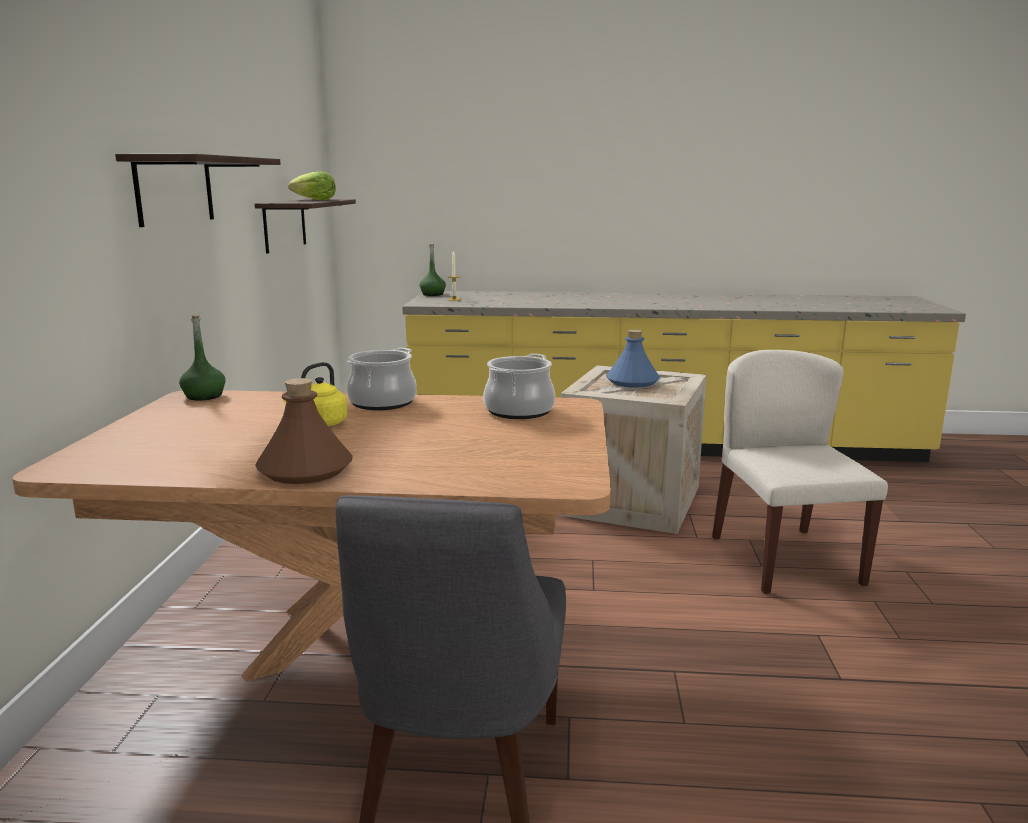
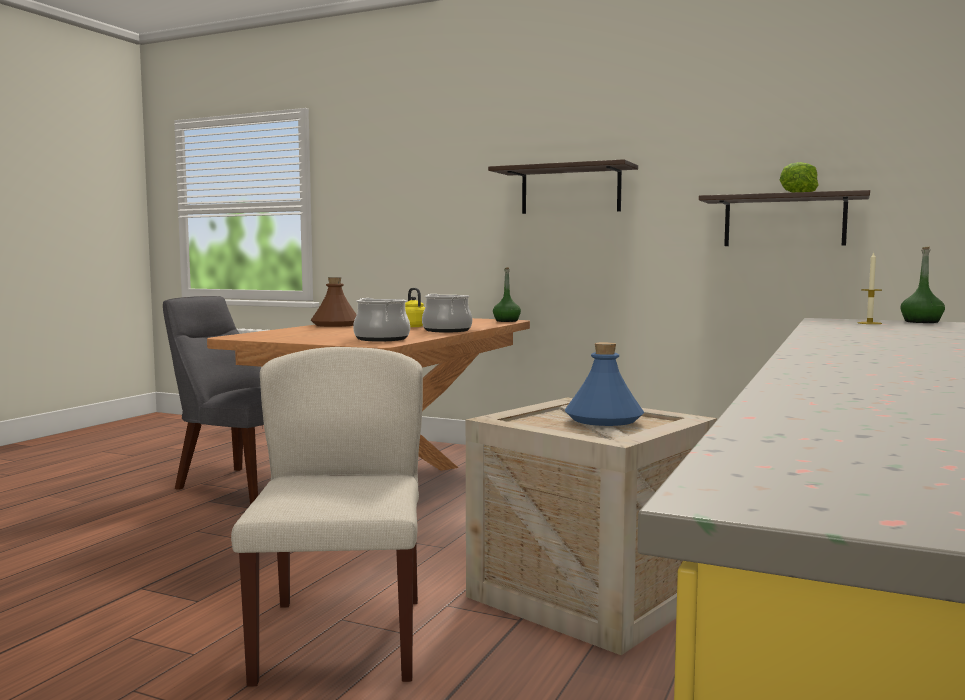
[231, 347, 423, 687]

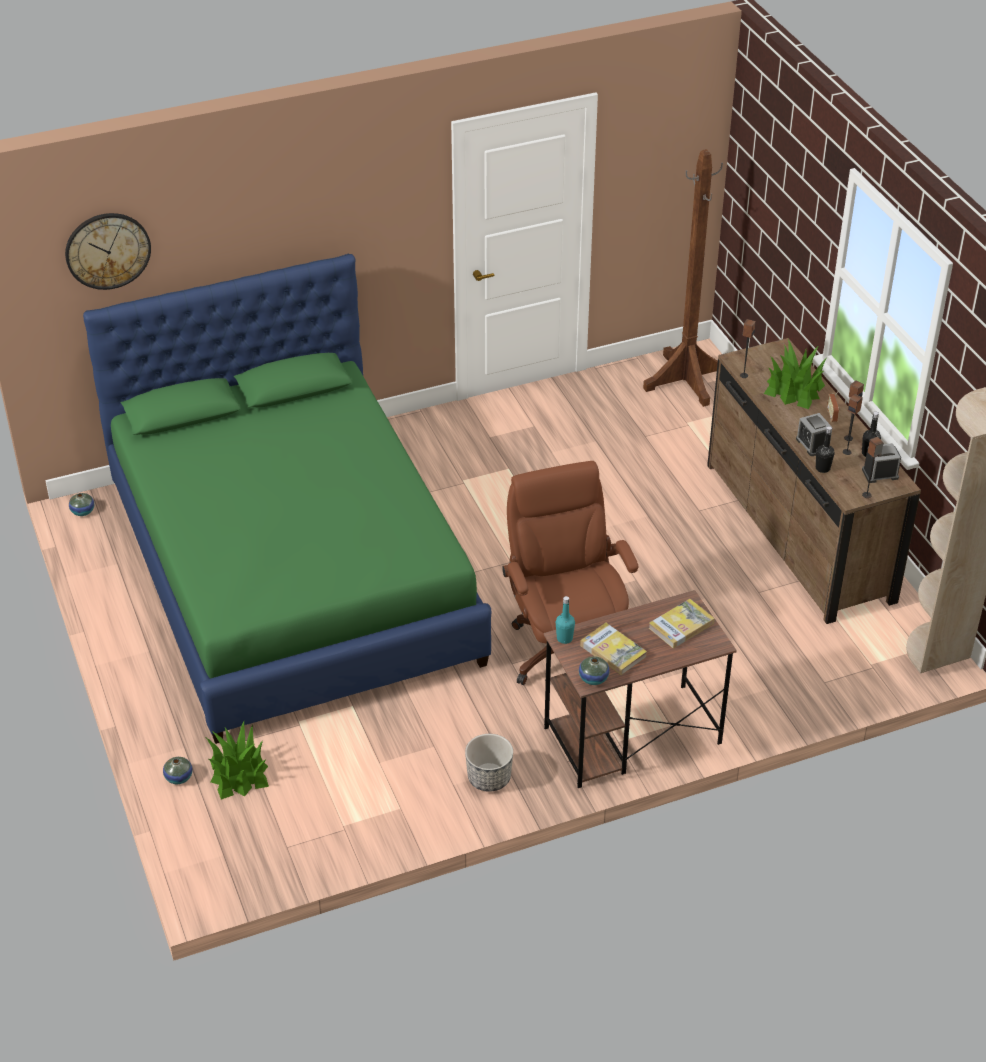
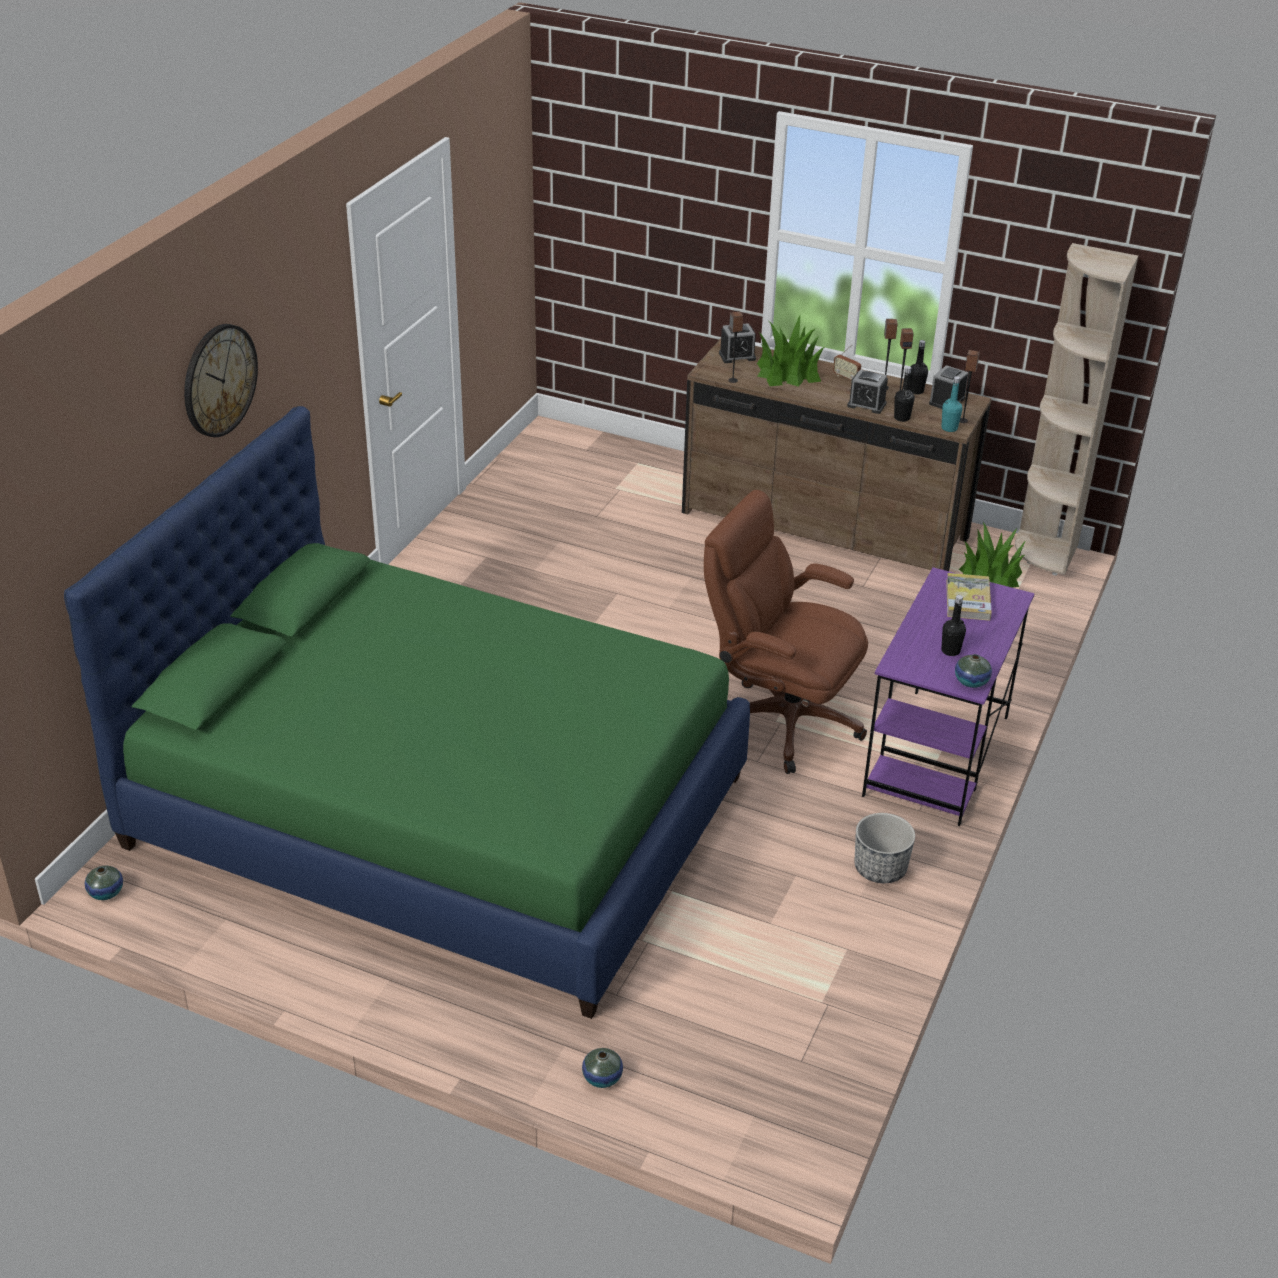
[184, 324, 258, 437]
[959, 522, 1025, 588]
[862, 567, 1035, 826]
[941, 376, 963, 432]
[941, 595, 966, 656]
[643, 149, 723, 407] (first image)
[719, 323, 756, 363]

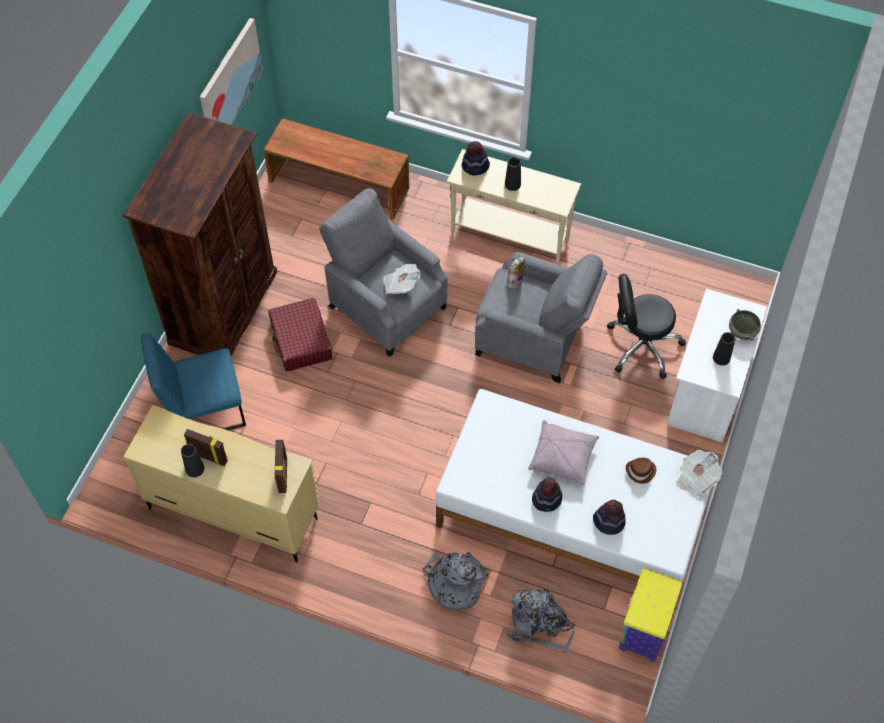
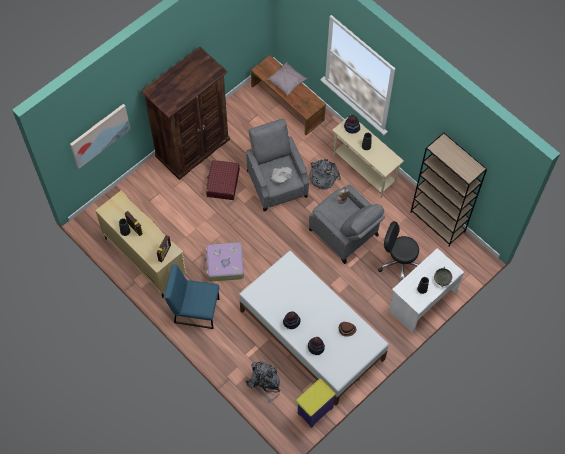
[165, 264, 220, 329]
[70, 104, 130, 168]
[310, 159, 341, 190]
[267, 62, 307, 96]
[676, 450, 722, 496] (first image)
[203, 242, 244, 281]
[410, 132, 487, 247]

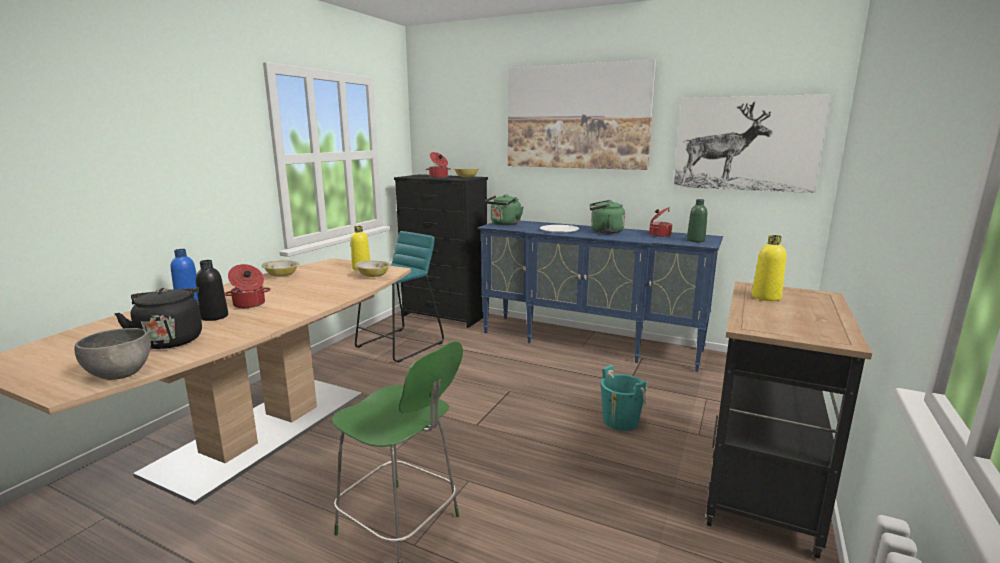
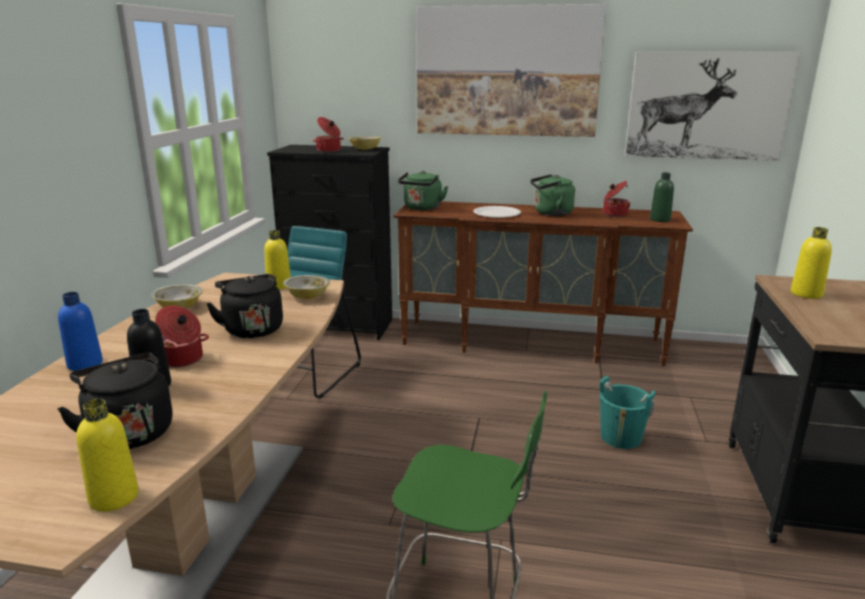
[76, 399, 139, 512]
[393, 201, 693, 366]
[206, 274, 283, 338]

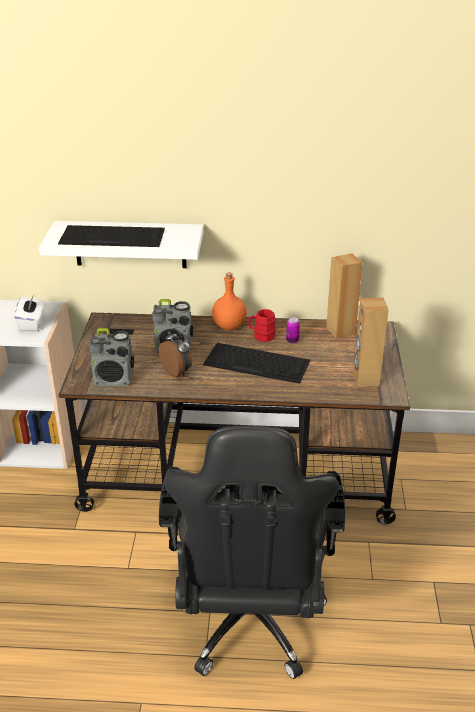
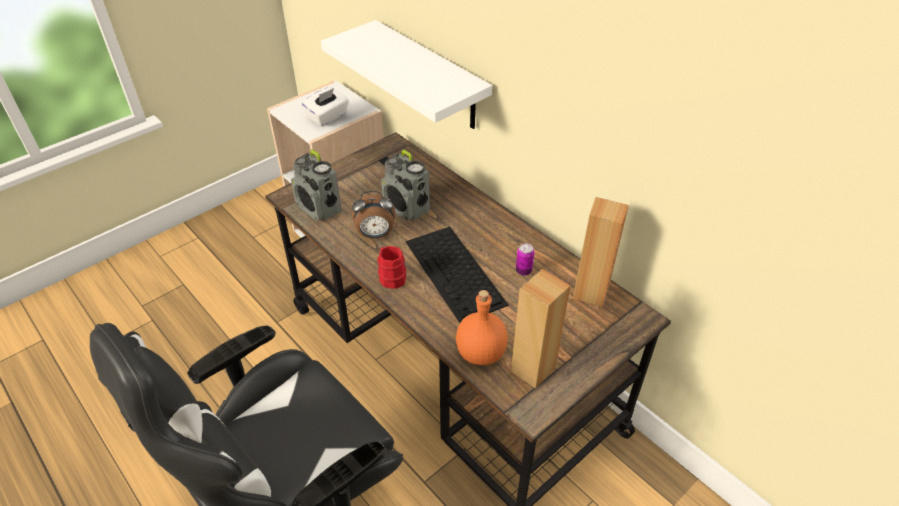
[58, 225, 165, 247] (first image)
[352, 191, 395, 239]
[456, 290, 508, 365]
[377, 246, 406, 289]

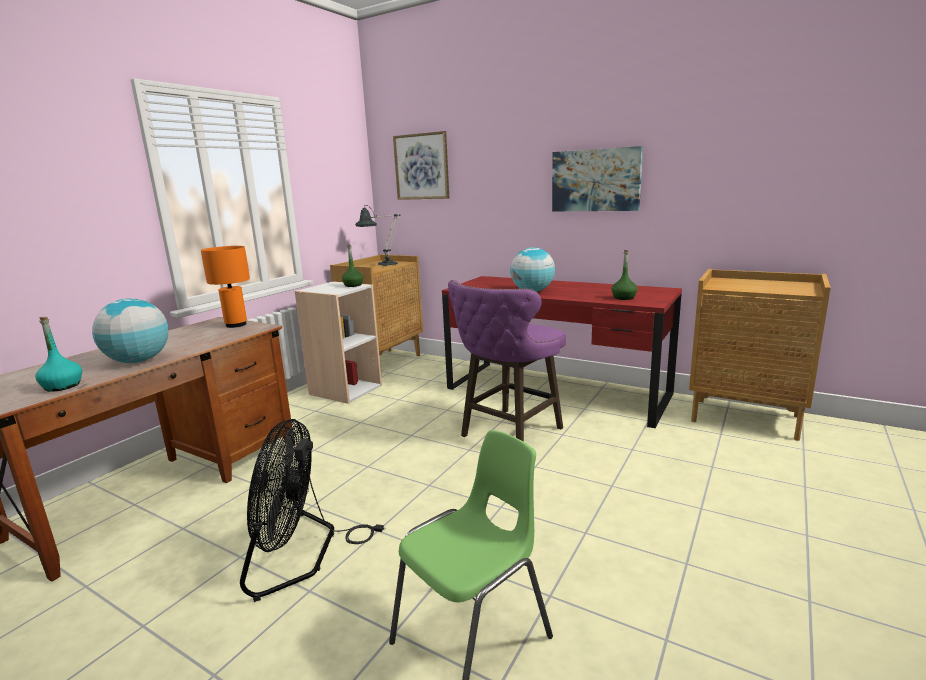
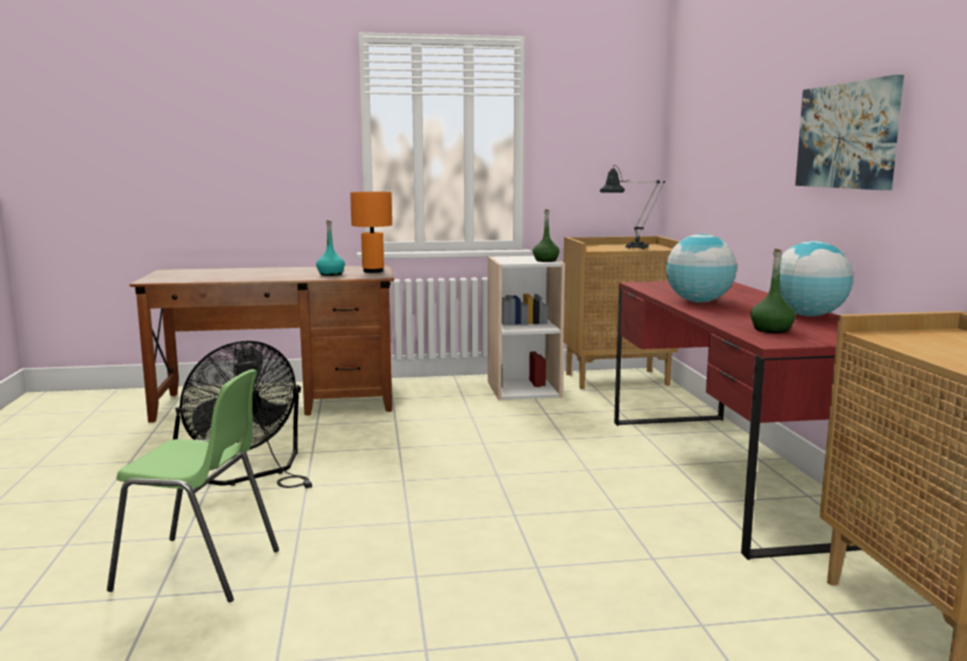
[316, 220, 345, 276]
[780, 241, 853, 316]
[393, 131, 449, 200] (first image)
[448, 280, 566, 442] (first image)

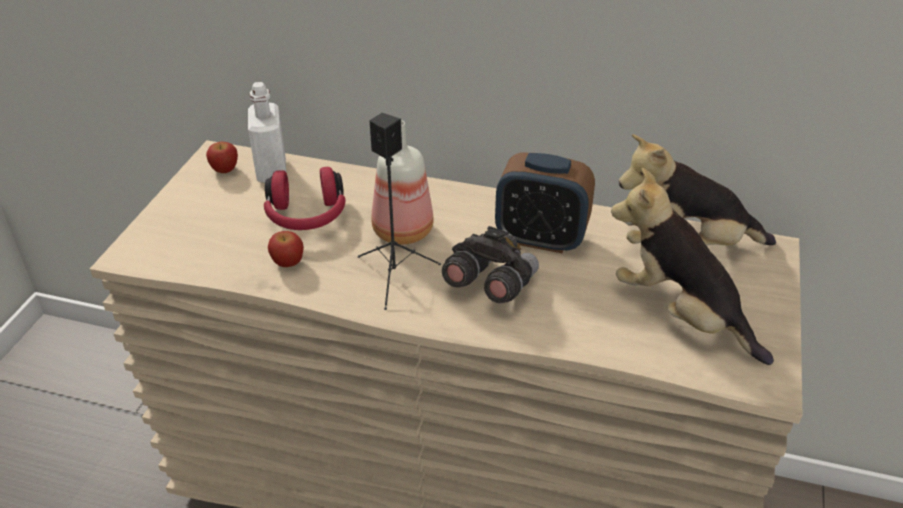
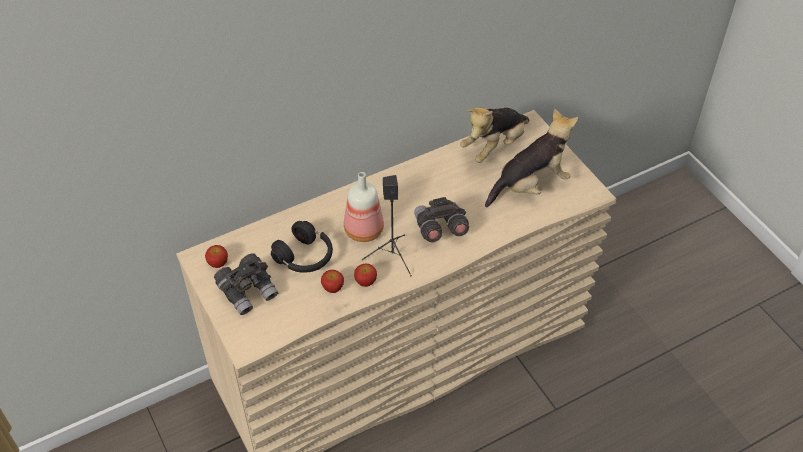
[248, 82, 286, 183] (first image)
[271, 221, 333, 273]
[495, 152, 595, 253] (first image)
[485, 109, 578, 207]
[214, 253, 278, 315]
[354, 263, 377, 287]

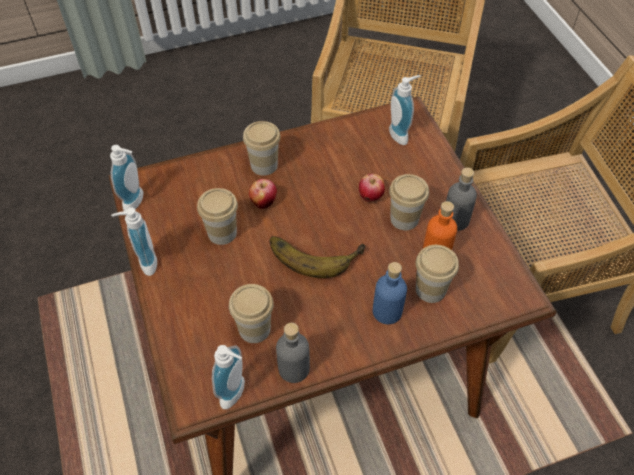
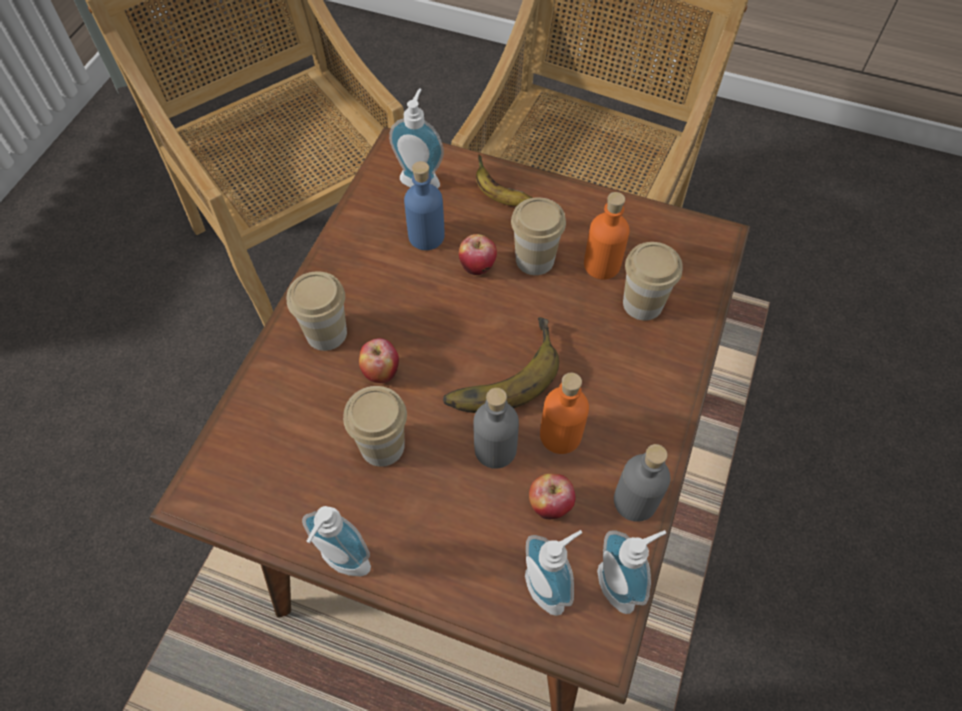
[525, 530, 582, 616]
[529, 474, 575, 519]
[404, 161, 445, 250]
[473, 388, 519, 469]
[476, 154, 533, 206]
[540, 373, 589, 454]

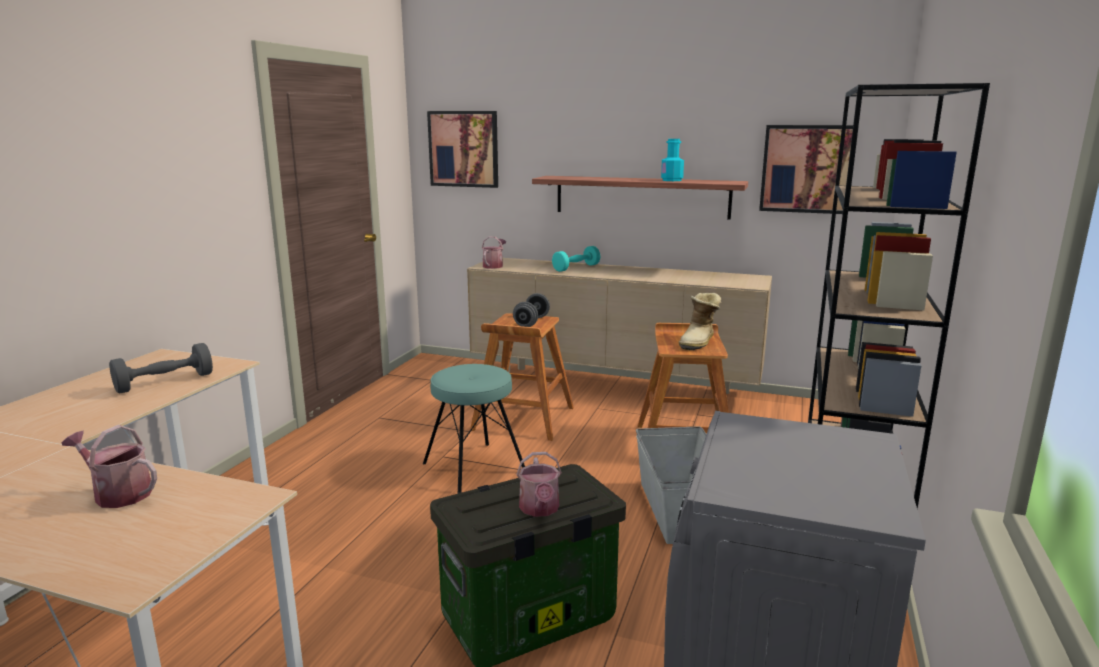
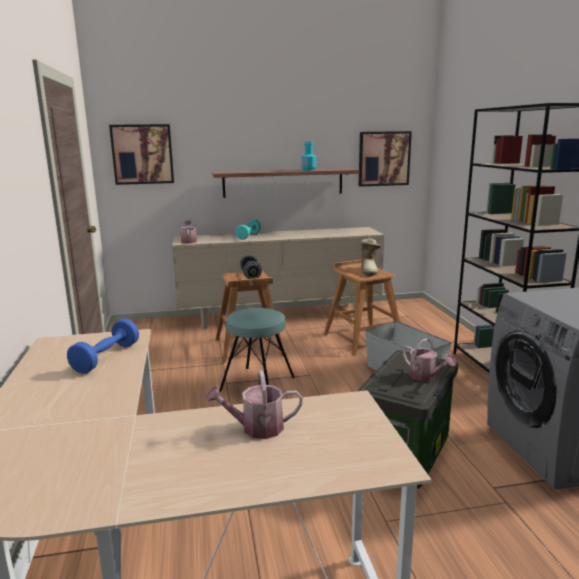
[67, 319, 139, 374]

